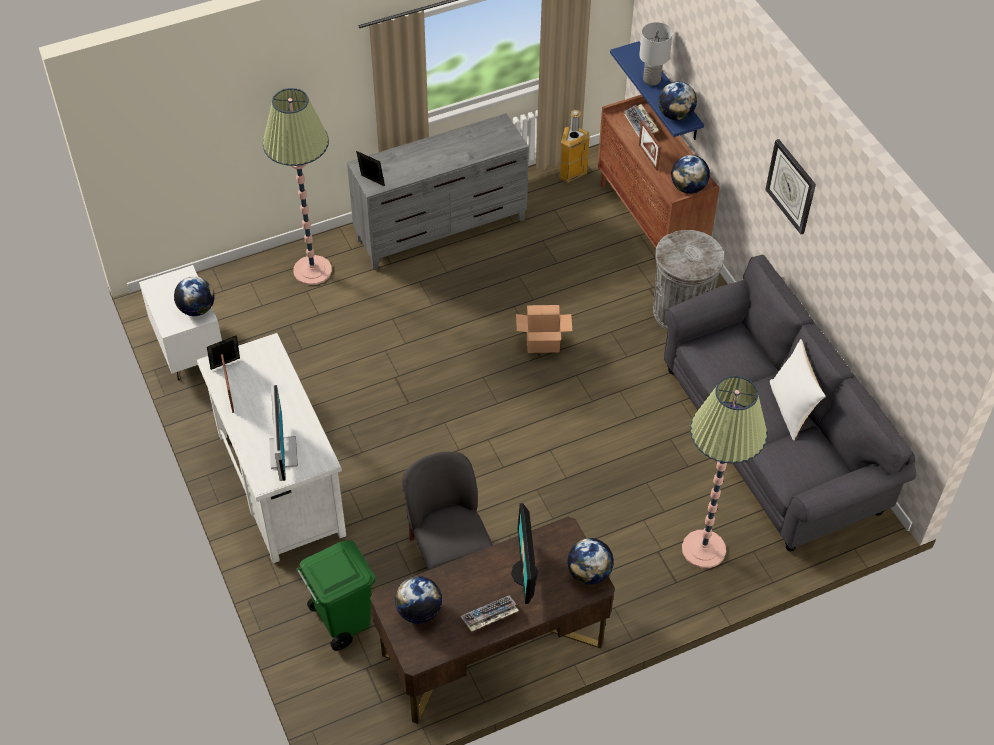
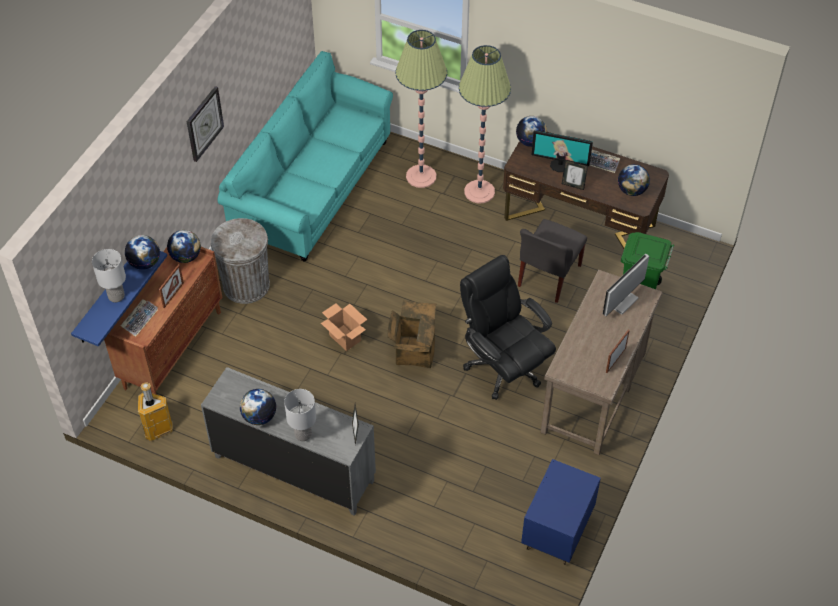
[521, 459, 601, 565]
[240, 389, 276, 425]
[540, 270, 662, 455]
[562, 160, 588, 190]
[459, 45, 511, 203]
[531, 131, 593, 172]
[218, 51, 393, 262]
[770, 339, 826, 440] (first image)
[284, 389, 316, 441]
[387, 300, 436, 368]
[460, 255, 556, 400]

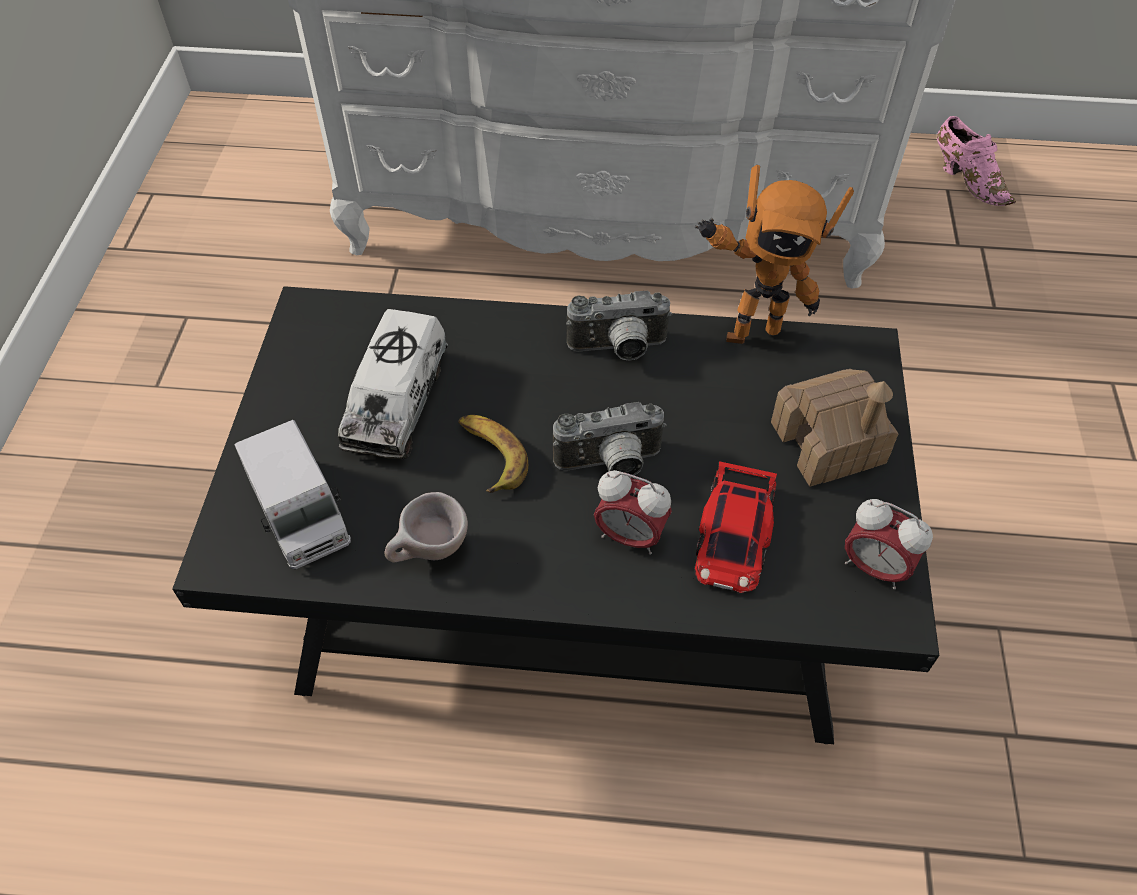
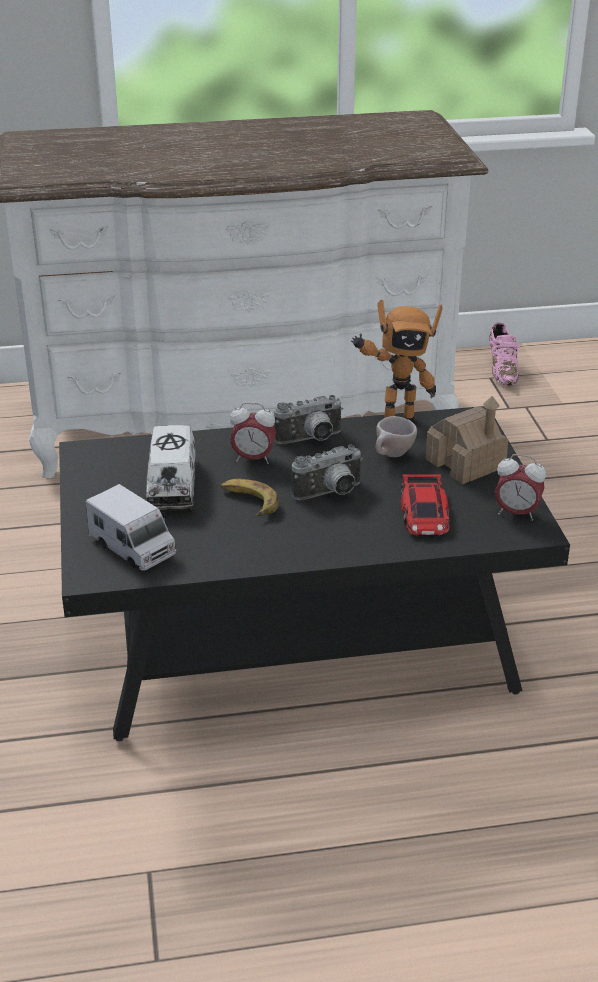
[375, 416, 417, 457]
[230, 403, 276, 464]
[489, 322, 520, 386]

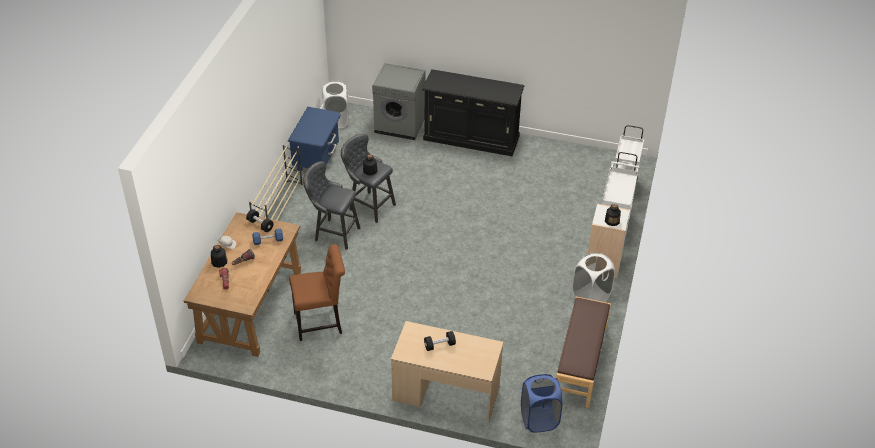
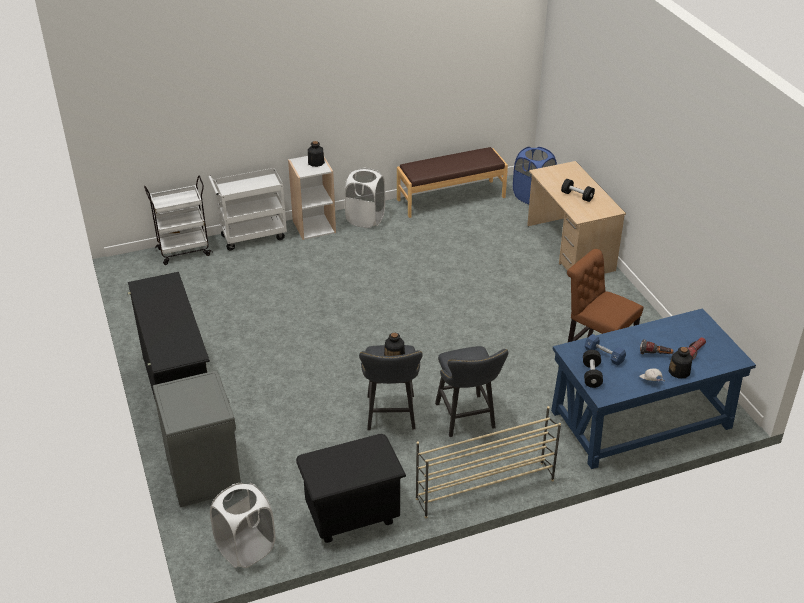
[551, 308, 756, 469]
[296, 434, 406, 543]

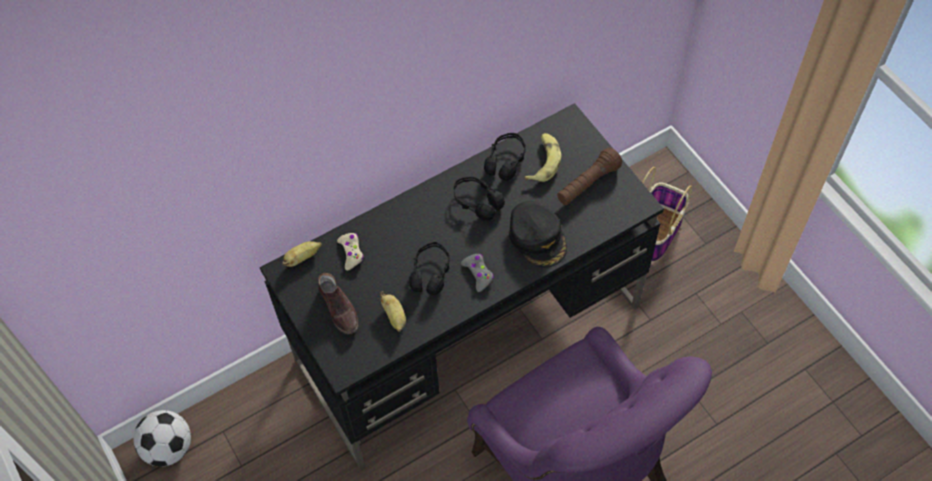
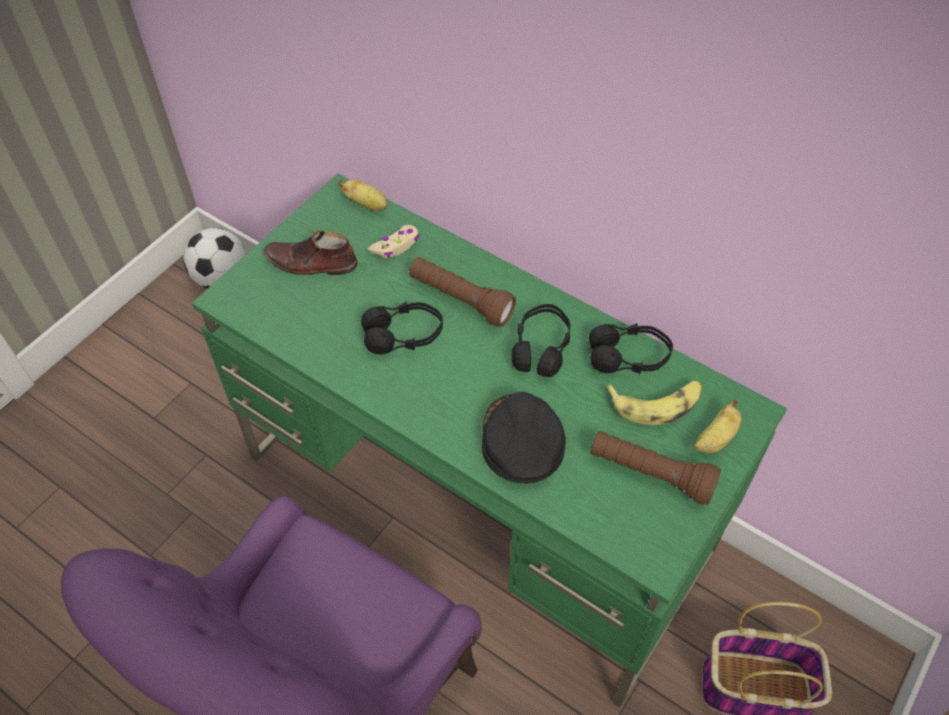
[192, 173, 787, 708]
[264, 231, 358, 275]
[694, 399, 742, 454]
[461, 254, 494, 292] (first image)
[482, 392, 566, 483]
[409, 257, 516, 327]

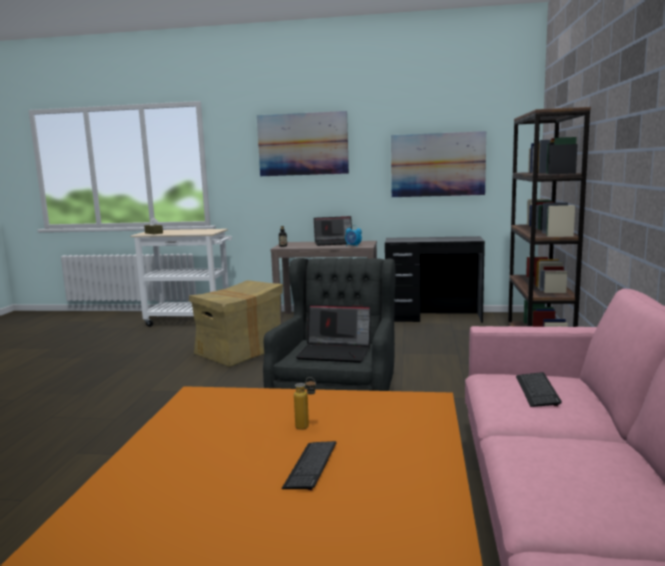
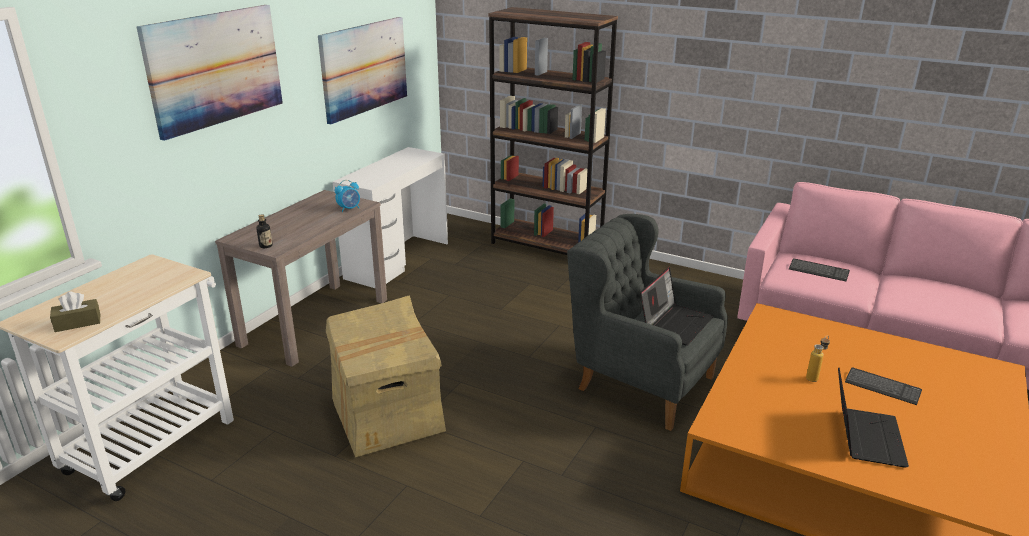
[838, 368, 909, 468]
[333, 147, 448, 288]

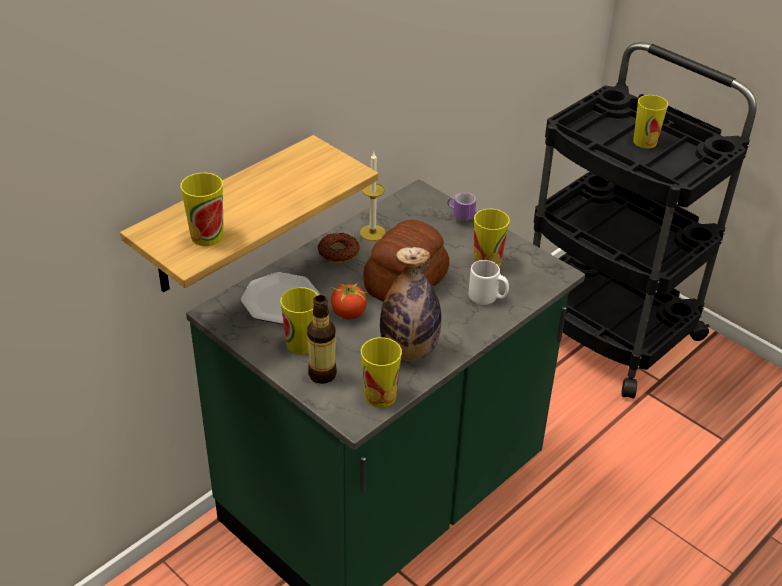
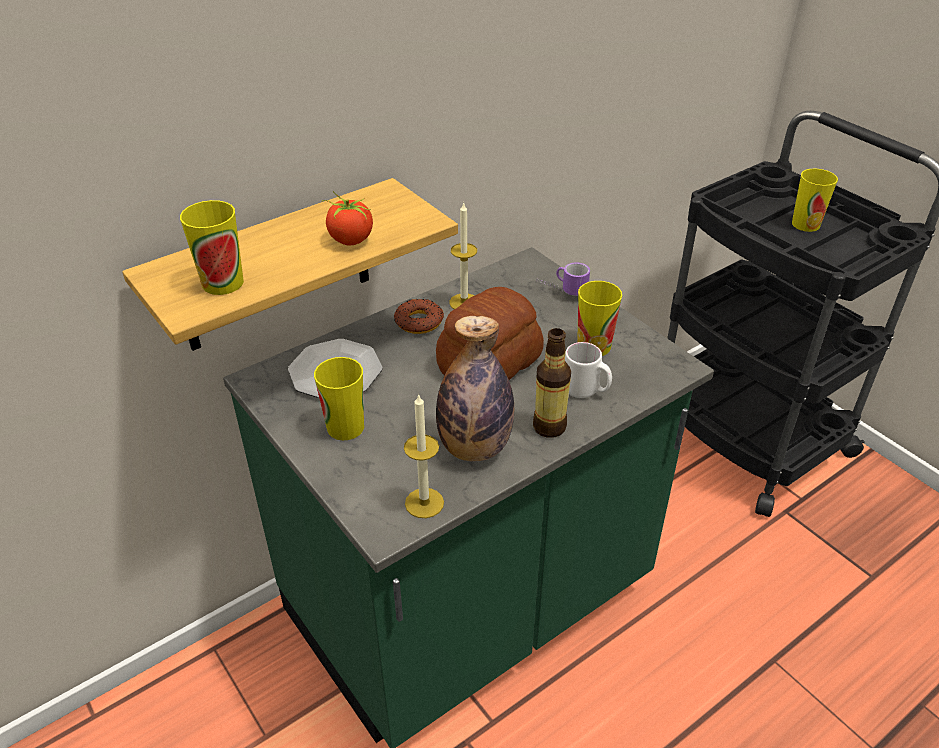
[533, 328, 571, 438]
[321, 191, 373, 246]
[404, 394, 444, 518]

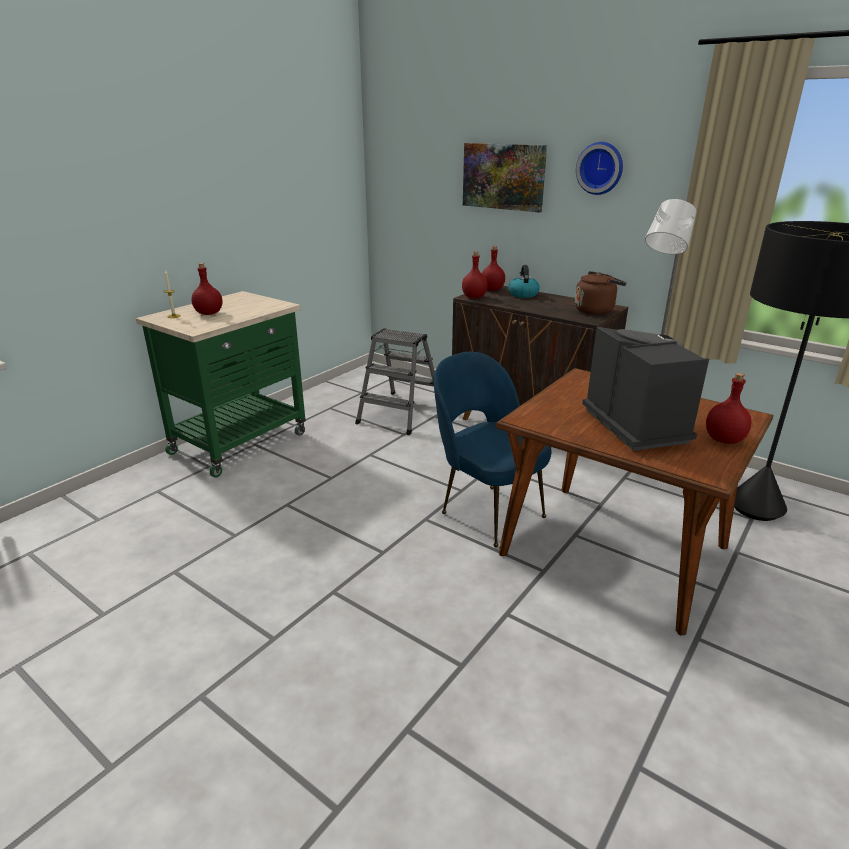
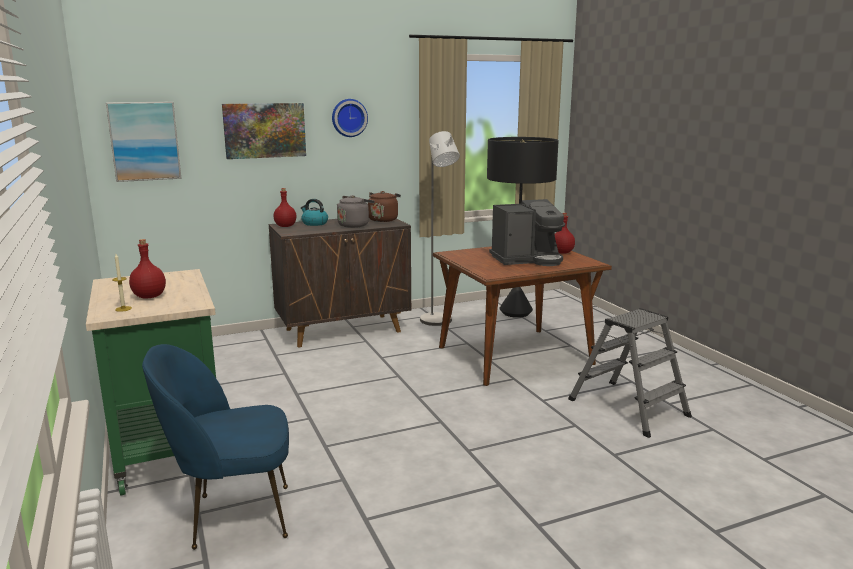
[568, 308, 692, 438]
[142, 344, 289, 550]
[462, 252, 488, 298] (first image)
[489, 199, 565, 266]
[106, 102, 182, 182]
[337, 195, 375, 228]

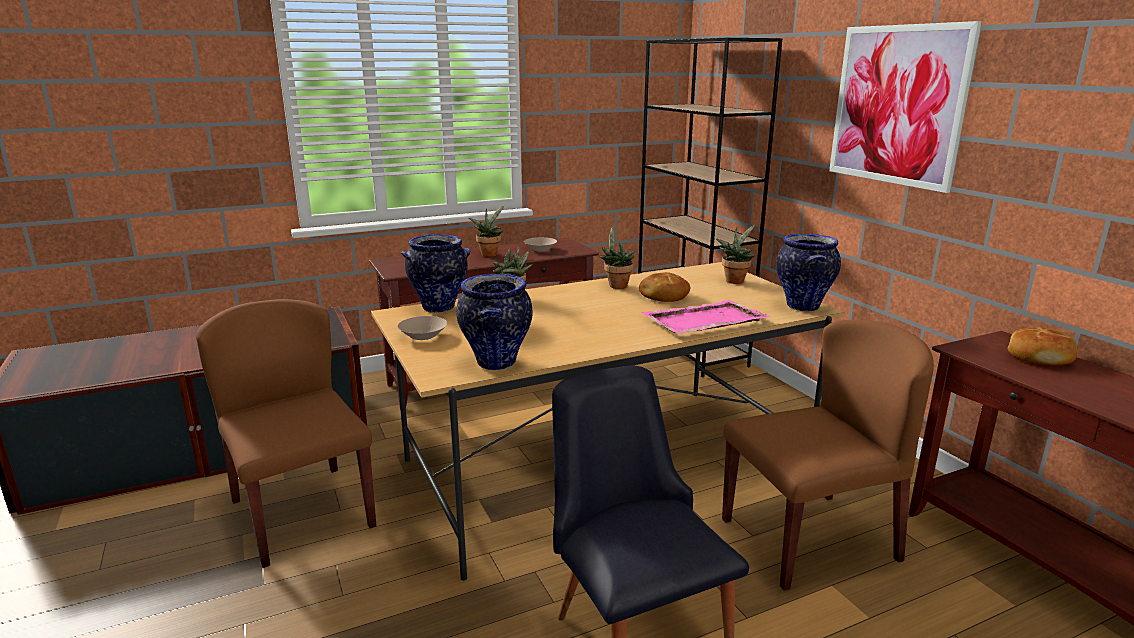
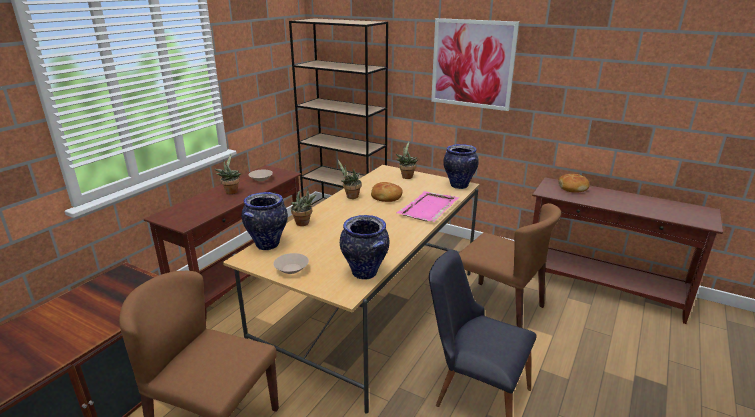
[459, 203, 561, 328]

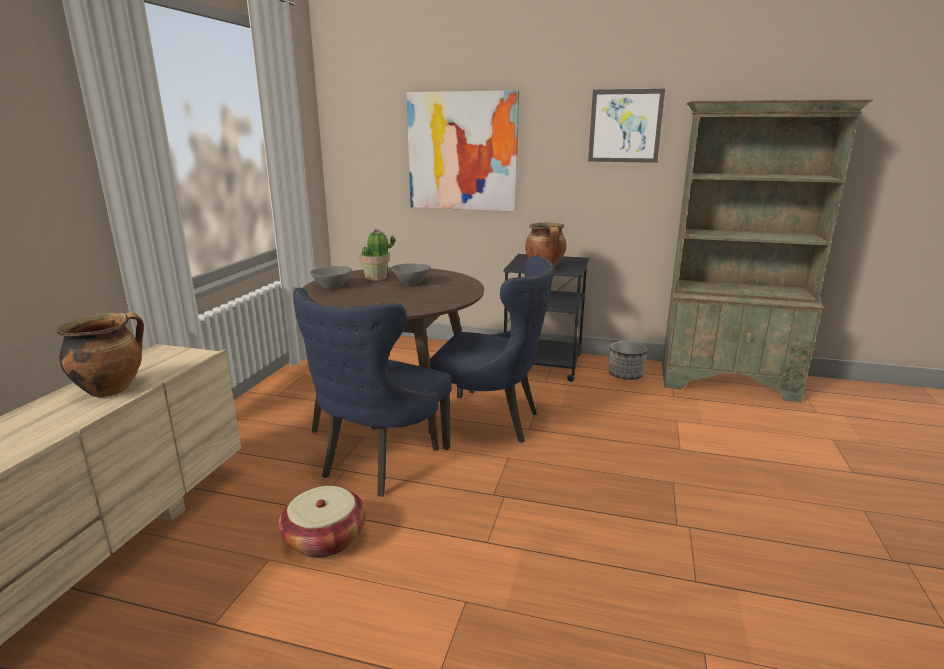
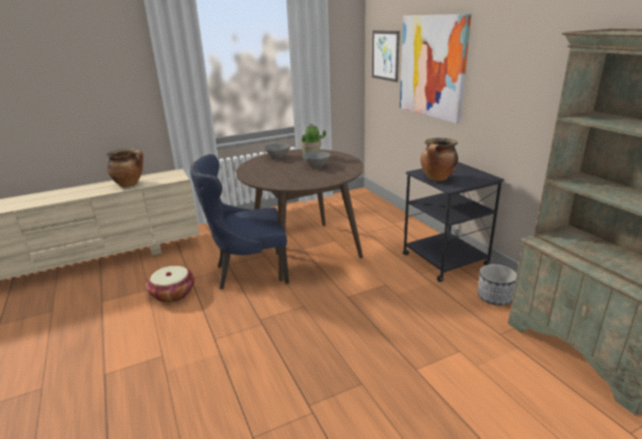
[428, 255, 554, 443] (first image)
[372, 30, 400, 82]

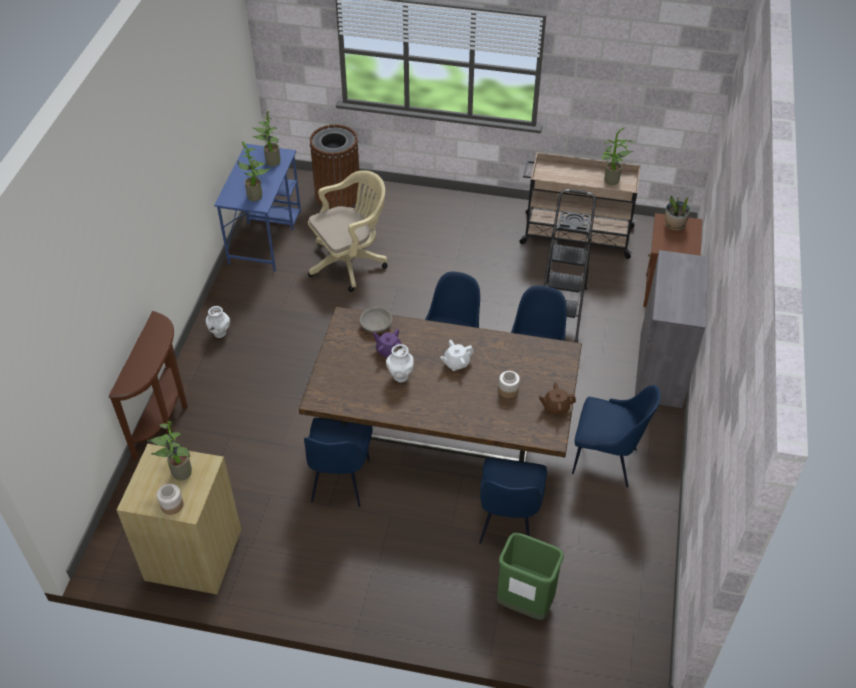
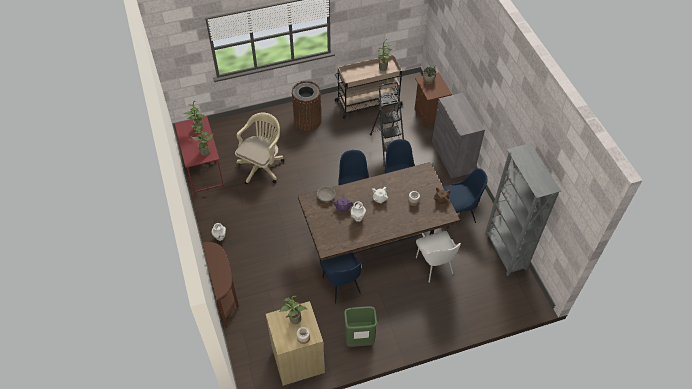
[175, 116, 225, 197]
[292, 81, 322, 131]
[416, 231, 461, 283]
[344, 306, 377, 347]
[485, 143, 561, 276]

